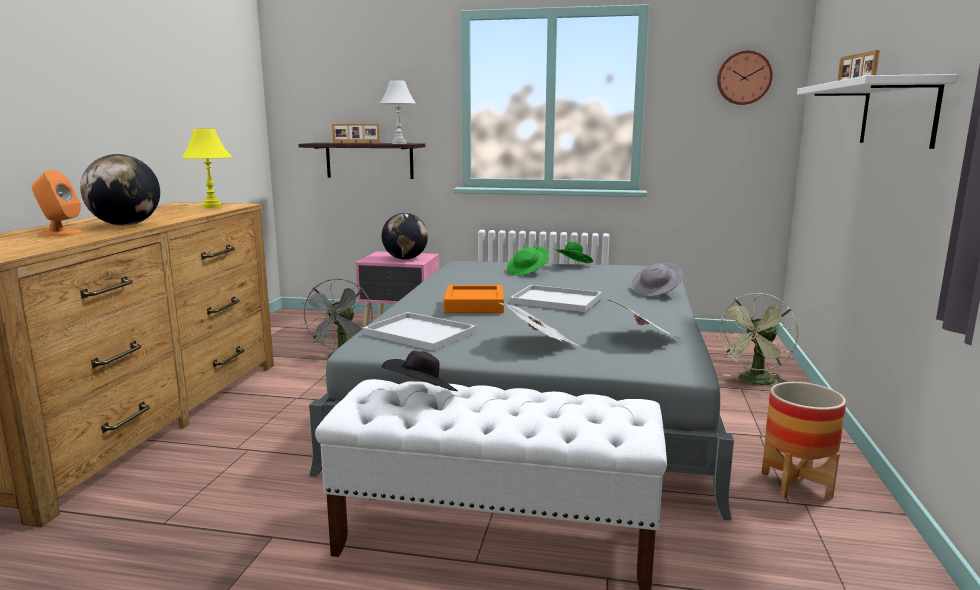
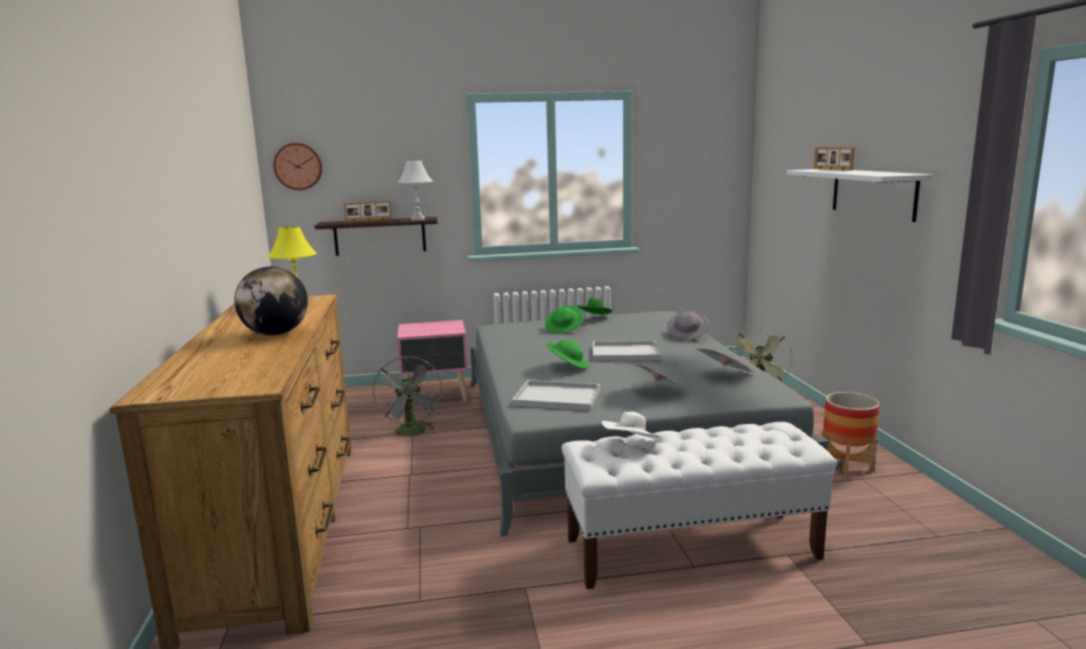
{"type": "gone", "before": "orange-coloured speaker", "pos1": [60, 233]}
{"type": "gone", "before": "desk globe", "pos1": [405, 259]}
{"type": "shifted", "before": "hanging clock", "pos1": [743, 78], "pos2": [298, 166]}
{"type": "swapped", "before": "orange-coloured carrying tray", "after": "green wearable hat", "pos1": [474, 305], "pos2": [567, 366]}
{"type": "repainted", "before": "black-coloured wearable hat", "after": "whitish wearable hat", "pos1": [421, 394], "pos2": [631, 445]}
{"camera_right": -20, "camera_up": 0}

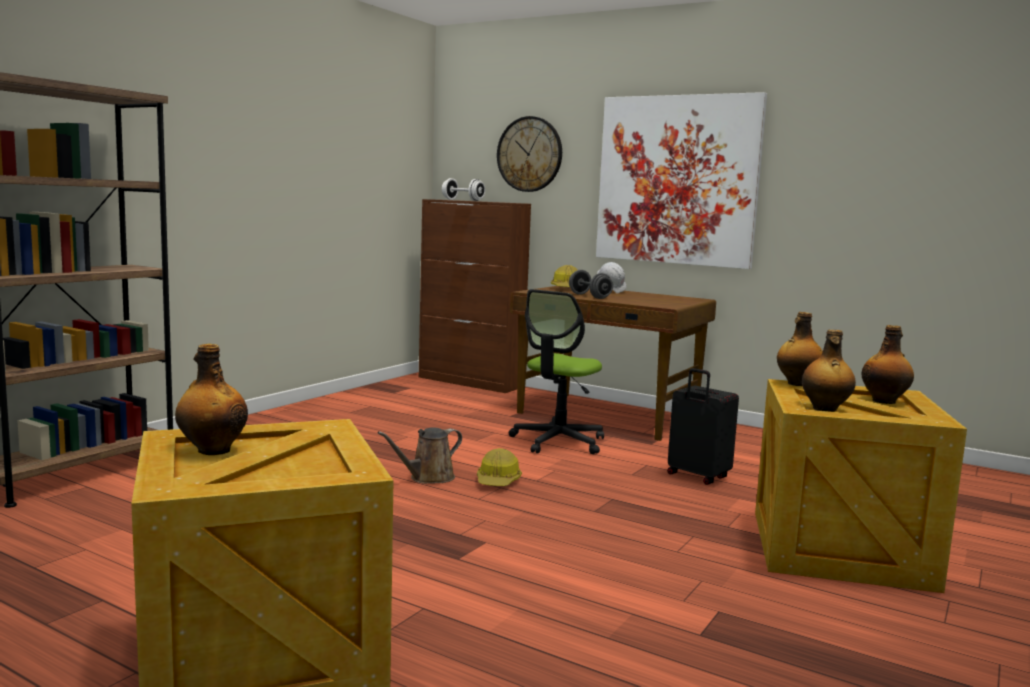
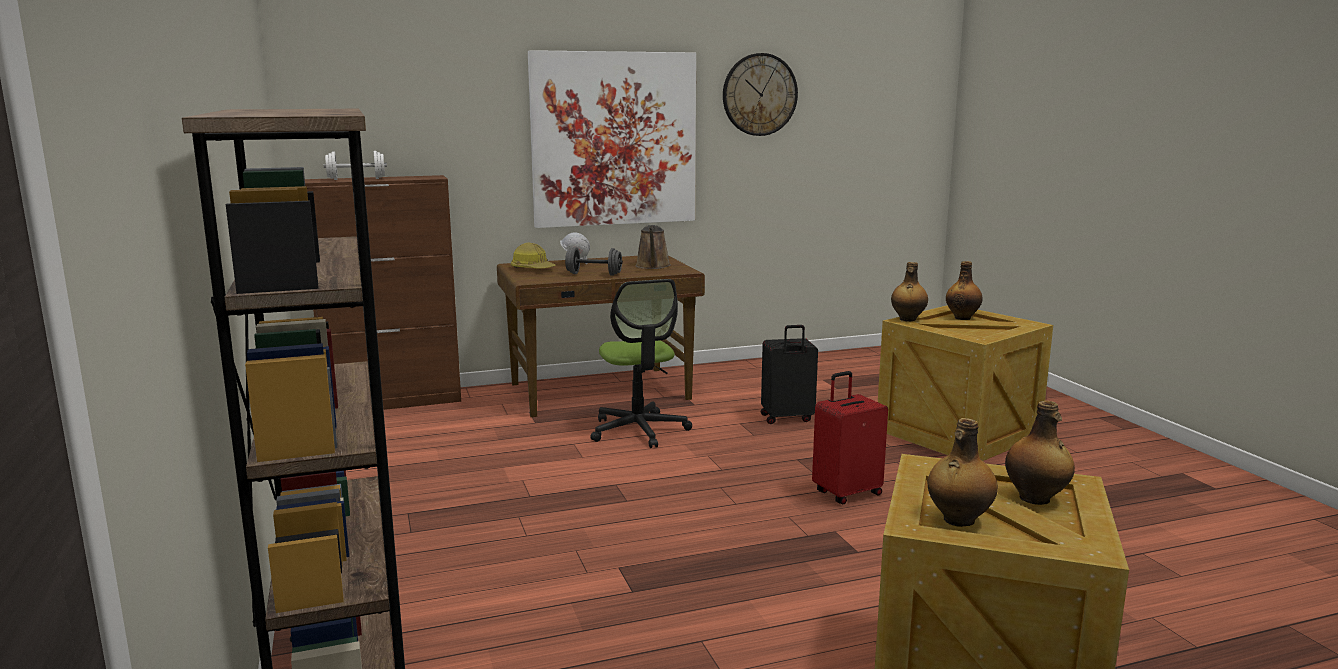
{"type": "gone", "before": "hard hat", "pos1": [498, 481]}
{"type": "new", "after": "reddish piece of luggage", "pos2": [846, 493]}
{"type": "shifted", "before": "brown sprinkling can", "pos1": [428, 478], "pos2": [653, 266]}
{"type": "shifted", "before": "hanging clock", "pos1": [529, 154], "pos2": [759, 94]}
{"type": "shifted", "before": "bottle", "pos1": [824, 409], "pos2": [1035, 499]}
{"camera_right": -50, "camera_up": 5}

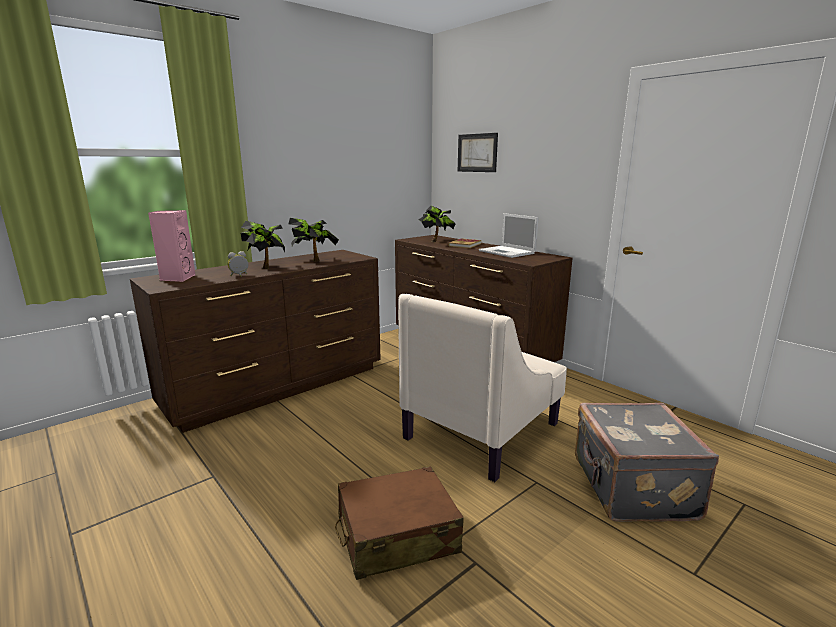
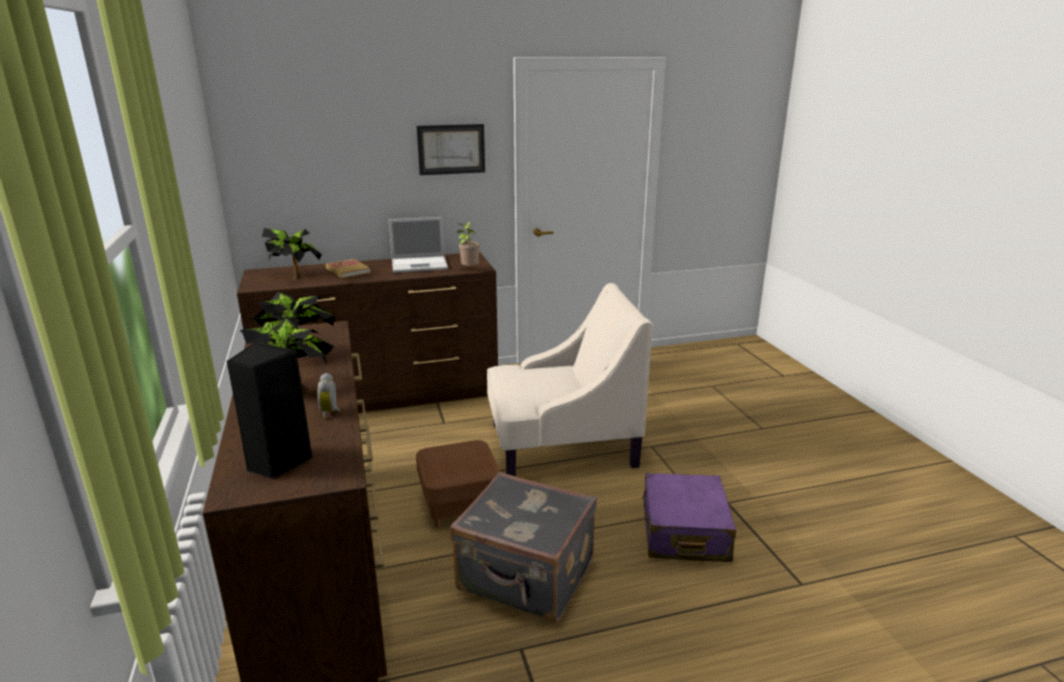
{"type": "new", "after": "brown footrest", "pos2": [459, 504]}
{"type": "new", "after": "potted plant", "pos2": [469, 270]}
{"type": "shifted", "before": "wall art", "pos1": [477, 153], "pos2": [451, 149]}
{"type": "shifted", "before": "grey piece of luggage", "pos1": [631, 488], "pos2": [526, 577]}
{"type": "repainted", "before": "pink speaker", "after": "black-coloured speaker", "pos1": [177, 278], "pos2": [277, 463]}
{"type": "repainted", "before": "brown piece of luggage", "after": "purple piece of luggage", "pos1": [396, 535], "pos2": [684, 532]}
{"type": "rotated", "before": "beige lounge chair", "pos1": [483, 430], "pos2": [560, 444], "turn": -75}
{"camera_right": -65, "camera_up": 5}

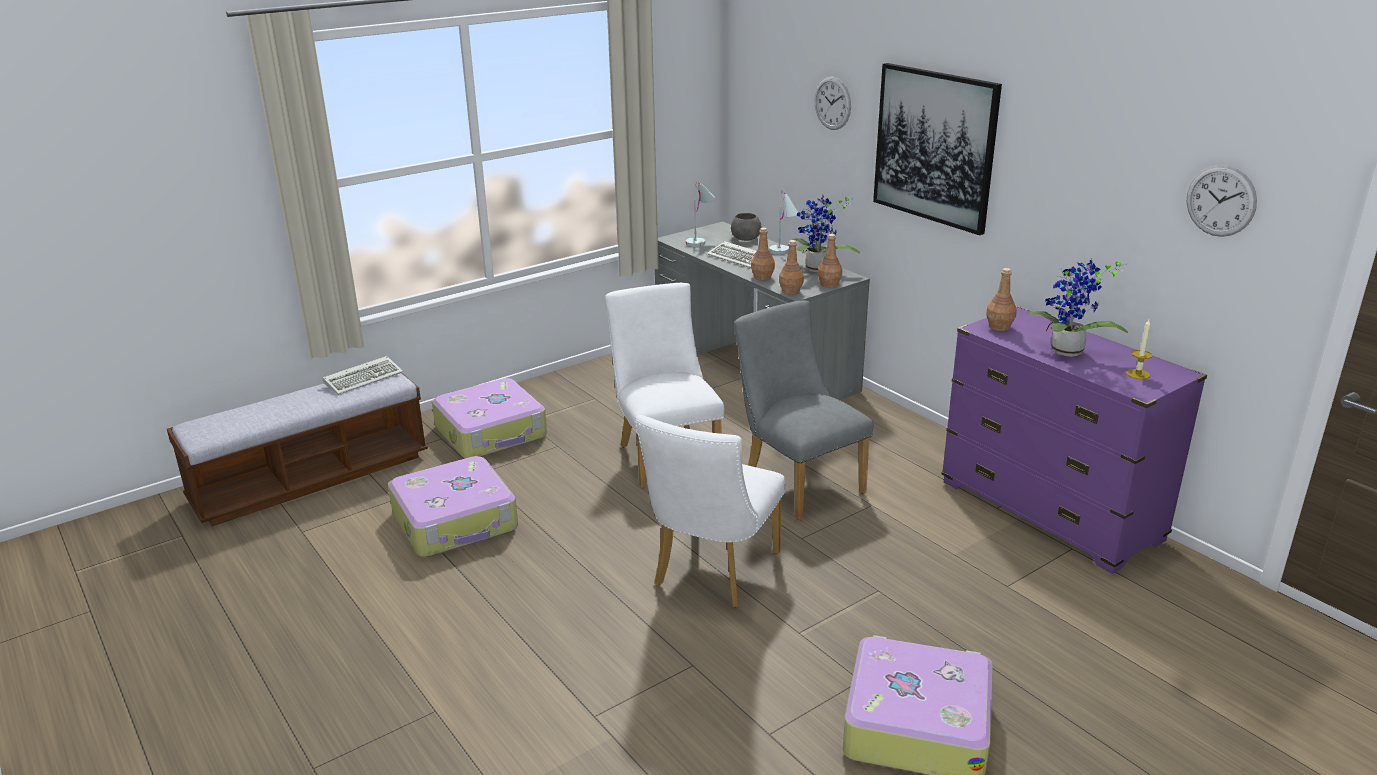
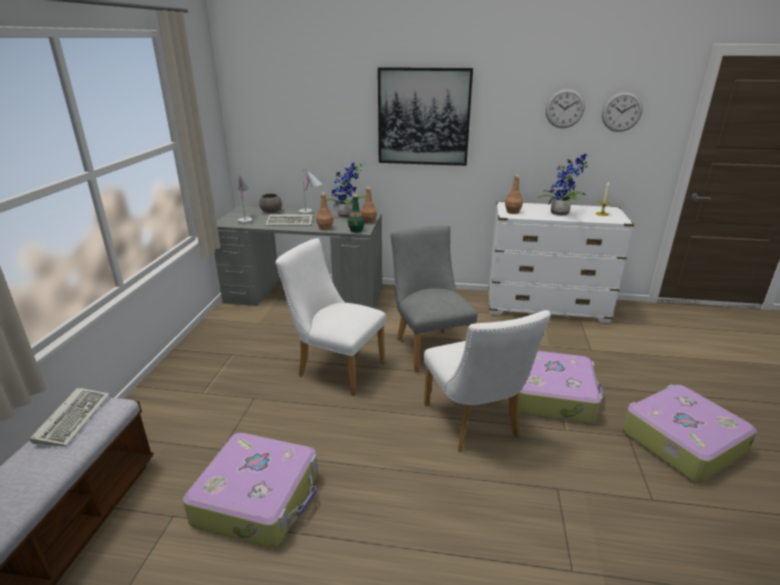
{"type": "shifted", "before": "piece of luggage", "pos1": [492, 432], "pos2": [553, 395]}
{"type": "shifted", "before": "hanging clock", "pos1": [832, 103], "pos2": [565, 108]}
{"type": "repainted", "before": "brown bottle", "after": "green bottle", "pos1": [791, 291], "pos2": [356, 230]}
{"type": "repainted", "before": "purple dresser", "after": "whitish dresser", "pos1": [1049, 511], "pos2": [546, 307]}
{"type": "rotated", "before": "grey chair", "pos1": [797, 482], "pos2": [429, 347], "turn": 60}
{"camera_right": -45, "camera_up": 0}

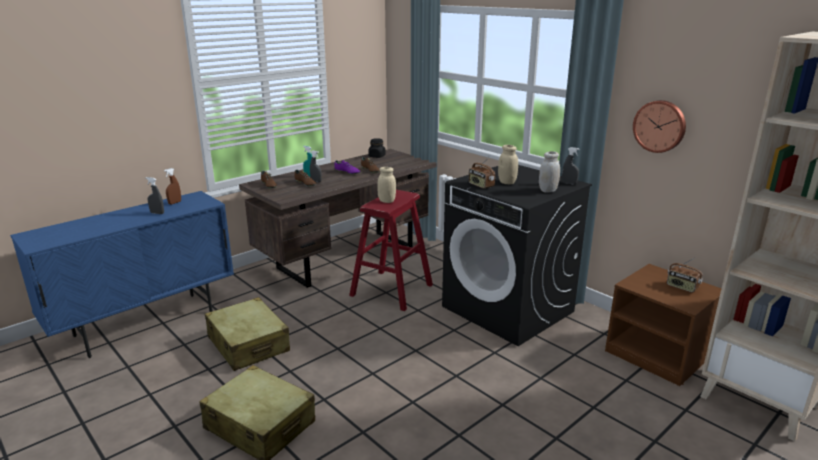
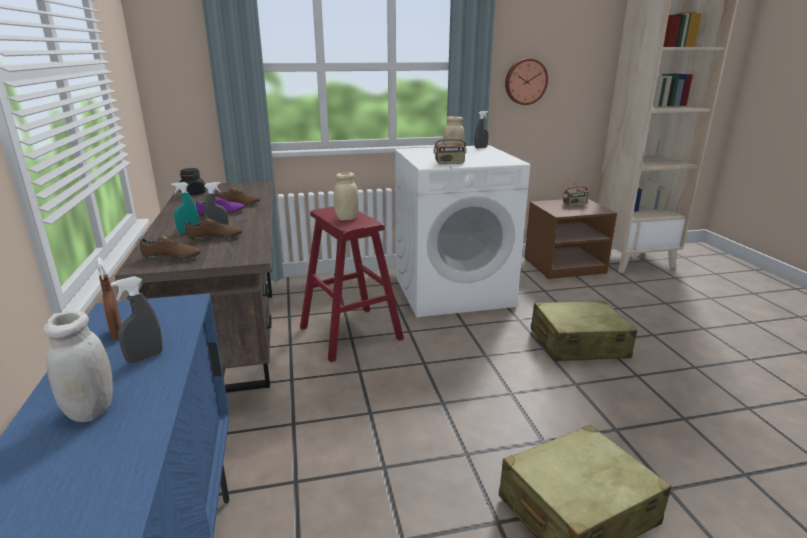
{"type": "shifted", "before": "beige piece of luggage", "pos1": [248, 344], "pos2": [577, 344]}
{"type": "shifted", "before": "whitish storage jar", "pos1": [548, 190], "pos2": [91, 410]}
{"type": "repainted", "before": "black-coloured washing machine", "after": "whitish washing machine", "pos1": [508, 309], "pos2": [453, 291]}
{"camera_right": -60, "camera_up": 0}

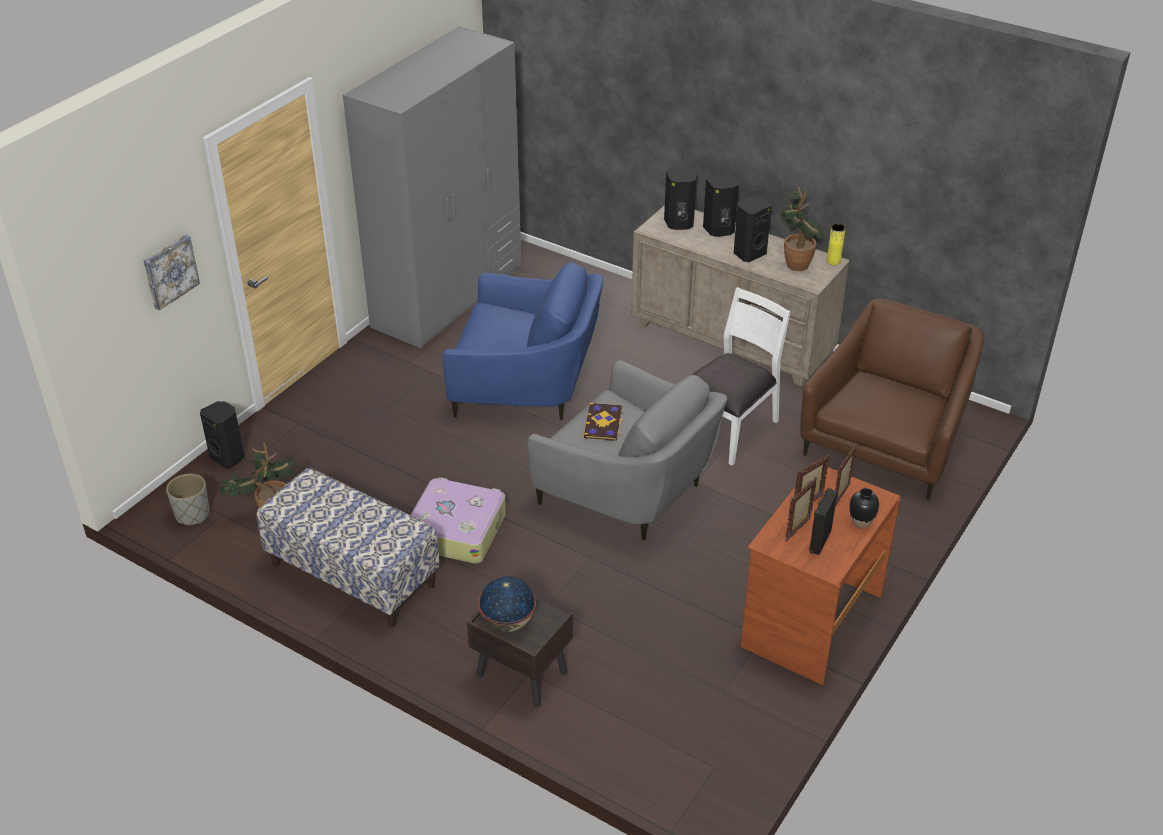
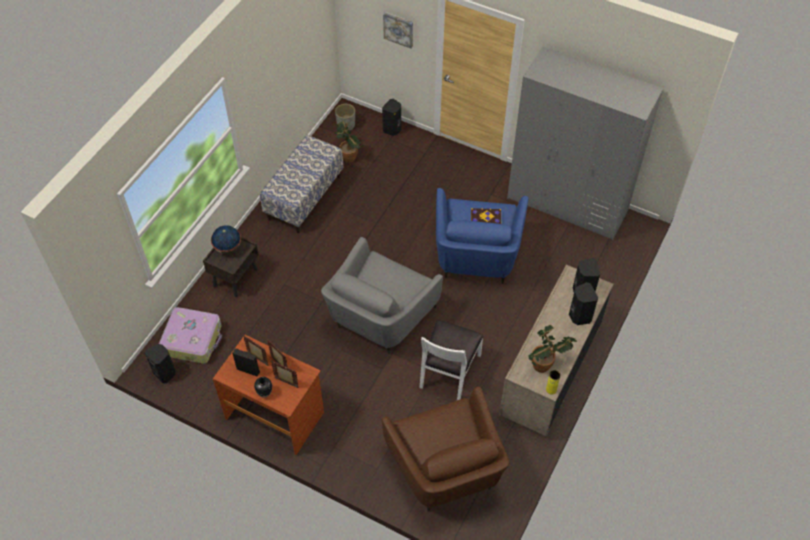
{"type": "shifted", "before": "piece of luggage", "pos1": [456, 530], "pos2": [193, 339]}
{"type": "shifted", "before": "volume", "pos1": [603, 423], "pos2": [486, 218]}
{"type": "shifted", "before": "black-coloured speaker", "pos1": [748, 253], "pos2": [165, 373]}
{"type": "rotated", "before": "whitish chair", "pos1": [729, 428], "pos2": [449, 371], "turn": 75}
{"type": "rotated", "before": "brown lounge chair", "pos1": [887, 442], "pos2": [446, 469], "turn": 45}
{"camera_right": 85, "camera_up": 15}

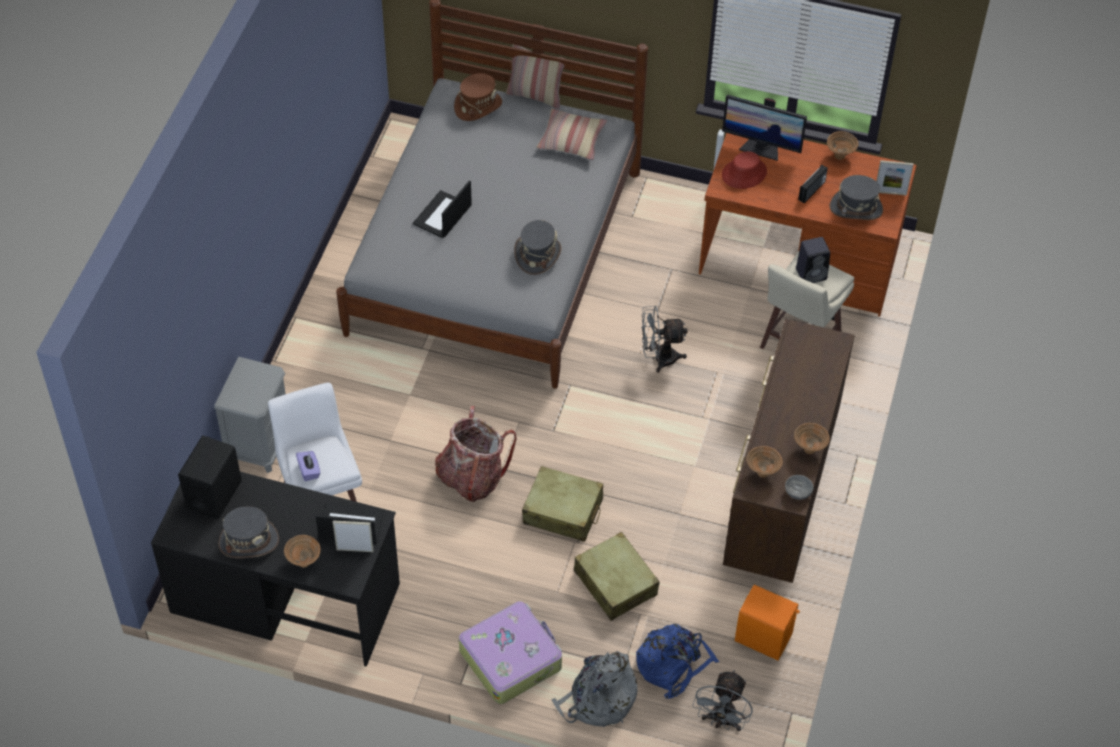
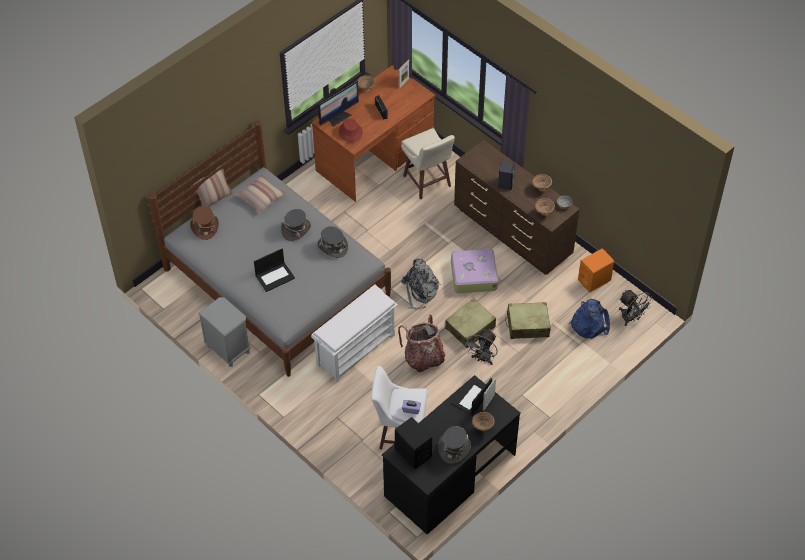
{"type": "new", "after": "whitish long seat", "pos2": [356, 349]}
{"type": "shifted", "before": "grey night table", "pos1": [260, 444], "pos2": [228, 349]}
{"type": "shifted", "before": "piece of luggage", "pos1": [511, 658], "pos2": [473, 275]}
{"type": "shifted", "before": "grey rucksack", "pos1": [598, 700], "pos2": [420, 291]}
{"type": "shifted", "before": "grey fan", "pos1": [659, 358], "pos2": [482, 359]}
{"type": "shifted", "before": "black-coloured speaker", "pos1": [812, 273], "pos2": [505, 183]}
{"type": "shifted", "before": "grey wearable hat", "pos1": [856, 208], "pos2": [296, 229]}
{"type": "rotated", "before": "notebook computer", "pos1": [442, 215], "pos2": [275, 276], "turn": -90}
{"camera_right": -60, "camera_up": 0}

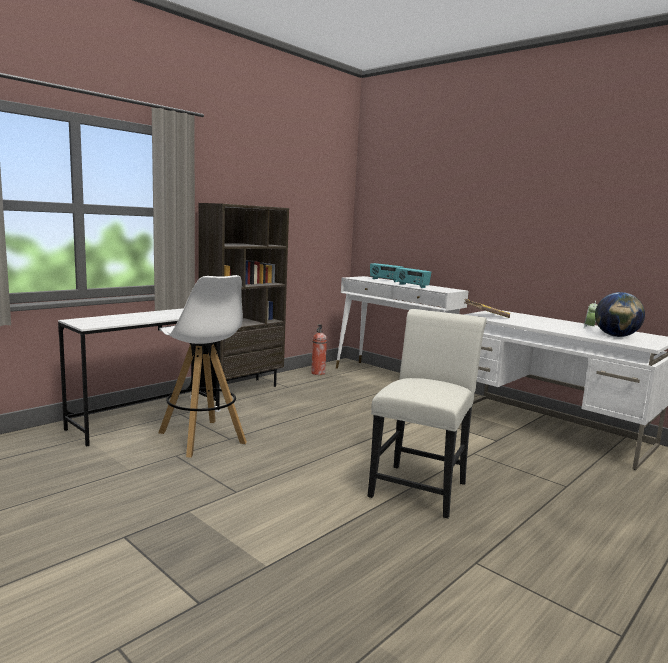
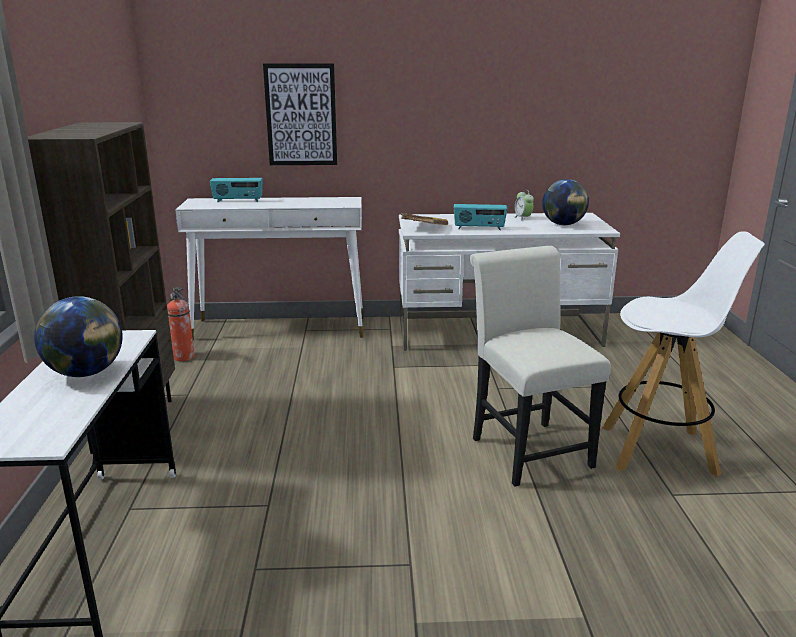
{"type": "new", "after": "desk globe", "pos2": [86, 373]}
{"type": "new", "after": "wall art", "pos2": [301, 115]}
{"type": "shifted", "before": "whitish stool", "pos1": [202, 438], "pos2": [660, 450]}
{"type": "shifted", "before": "radio", "pos1": [412, 286], "pos2": [479, 228]}
{"camera_right": -45, "camera_up": 10}

